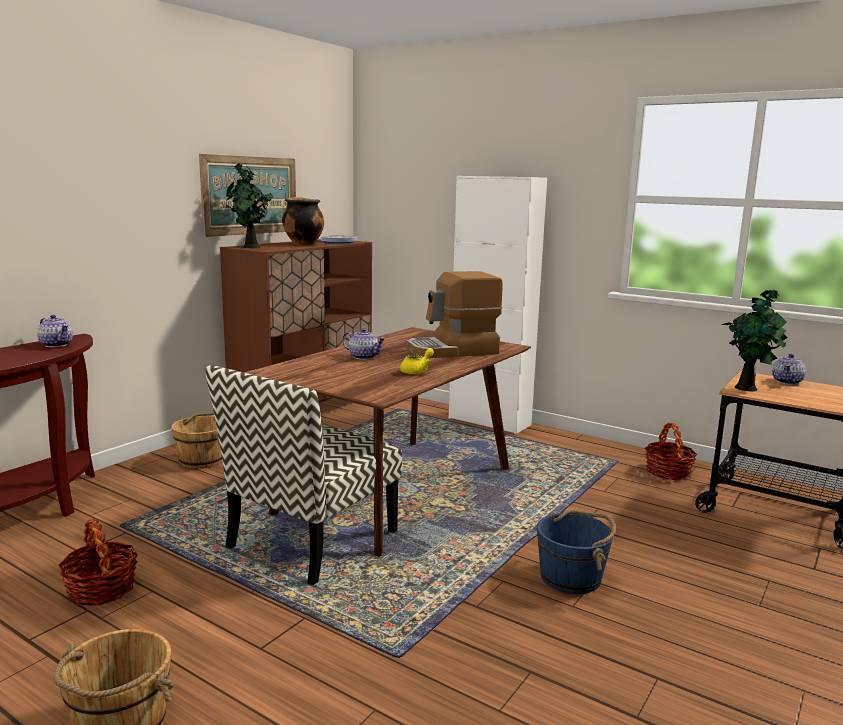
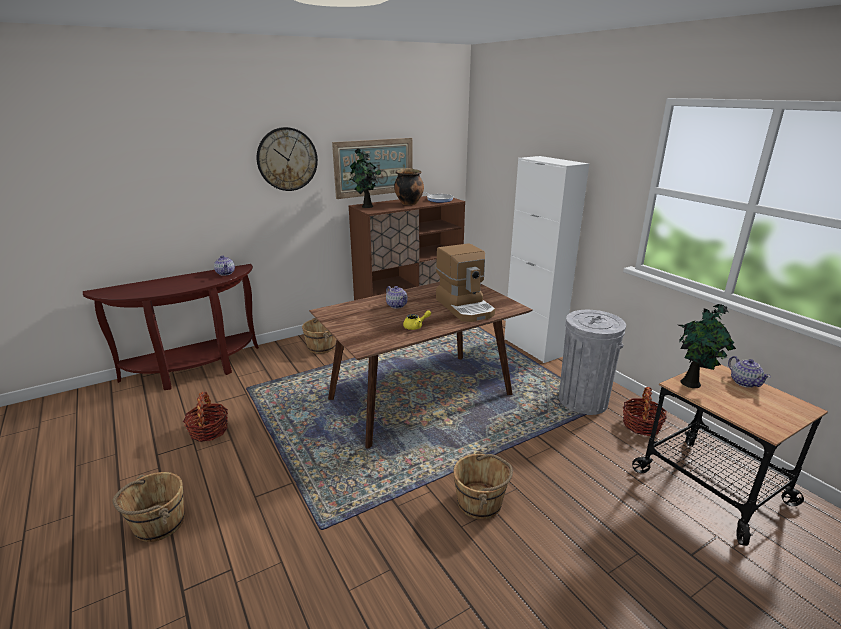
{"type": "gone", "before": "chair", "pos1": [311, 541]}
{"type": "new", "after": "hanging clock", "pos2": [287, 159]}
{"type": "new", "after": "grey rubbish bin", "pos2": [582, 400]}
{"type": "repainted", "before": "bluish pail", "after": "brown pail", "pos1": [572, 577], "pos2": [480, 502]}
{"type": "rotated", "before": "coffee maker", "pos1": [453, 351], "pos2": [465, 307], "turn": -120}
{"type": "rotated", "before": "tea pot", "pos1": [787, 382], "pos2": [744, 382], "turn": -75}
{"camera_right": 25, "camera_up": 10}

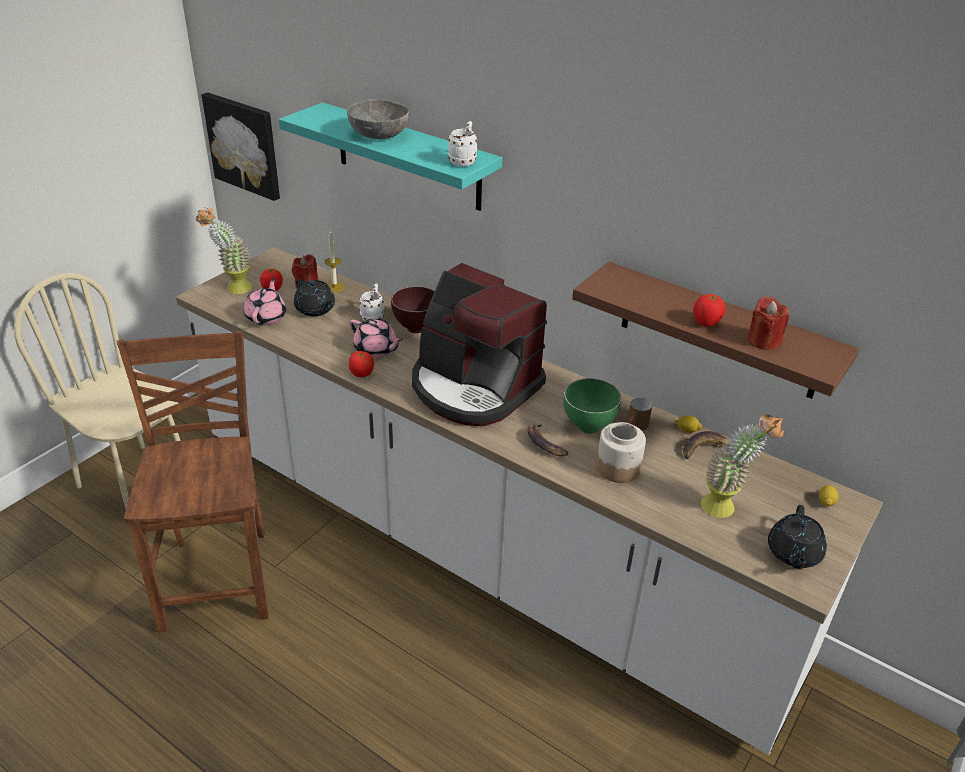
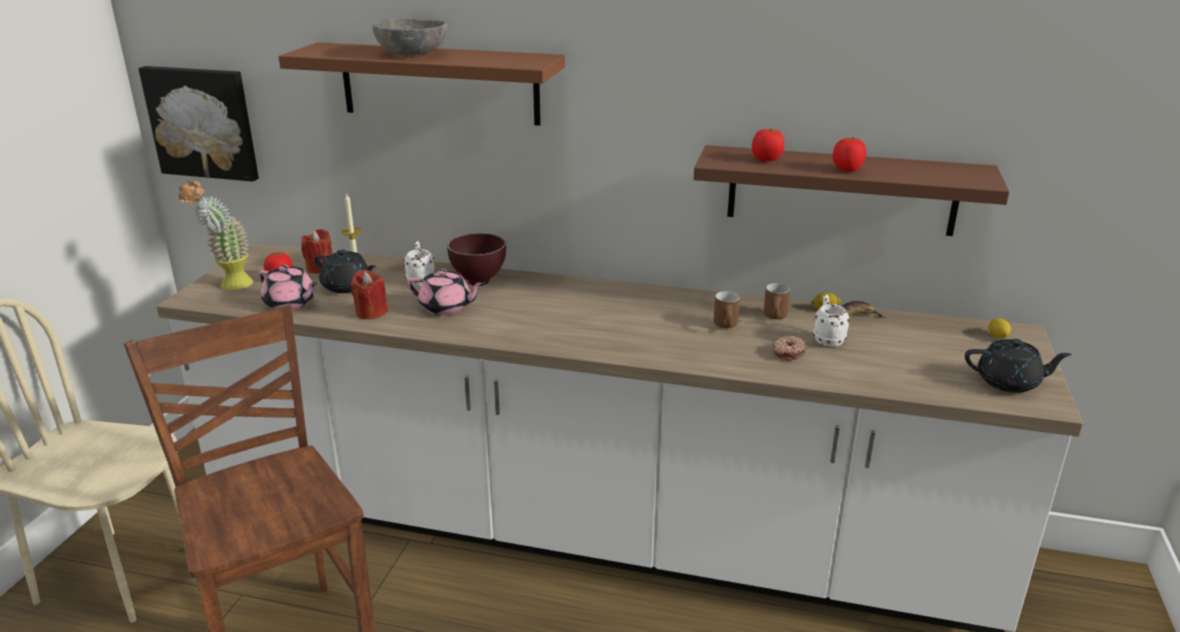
{"type": "gone", "before": "coffee maker", "pos1": [474, 387]}
{"type": "gone", "before": "whole banana", "pos1": [544, 443]}
{"type": "gone", "before": "potted plant", "pos1": [727, 507]}
{"type": "shifted", "before": "fresh tomato", "pos1": [361, 374], "pos2": [766, 160]}
{"type": "shifted", "before": "whitish coffee mug", "pos1": [464, 161], "pos2": [827, 339]}
{"type": "shifted", "before": "reddish wax candle", "pos1": [763, 341], "pos2": [371, 312]}
{"type": "swapped", "before": "green deep dish", "after": "brown coffee mug", "pos1": [587, 427], "pos2": [727, 326]}
{"type": "swapped", "before": "storage jar", "after": "doughnut", "pos1": [618, 468], "pos2": [787, 353]}
{"type": "repainted", "before": "turquoise-coloured shelf", "after": "brown shelf", "pos1": [408, 157], "pos2": [439, 83]}
{"type": "rotated", "before": "pink tea pot", "pos1": [266, 317], "pos2": [290, 303], "turn": 135}
{"type": "rotated", "before": "black-coloured tea pot", "pos1": [793, 553], "pos2": [1009, 382], "turn": -75}
{"camera_right": -20, "camera_up": -10}

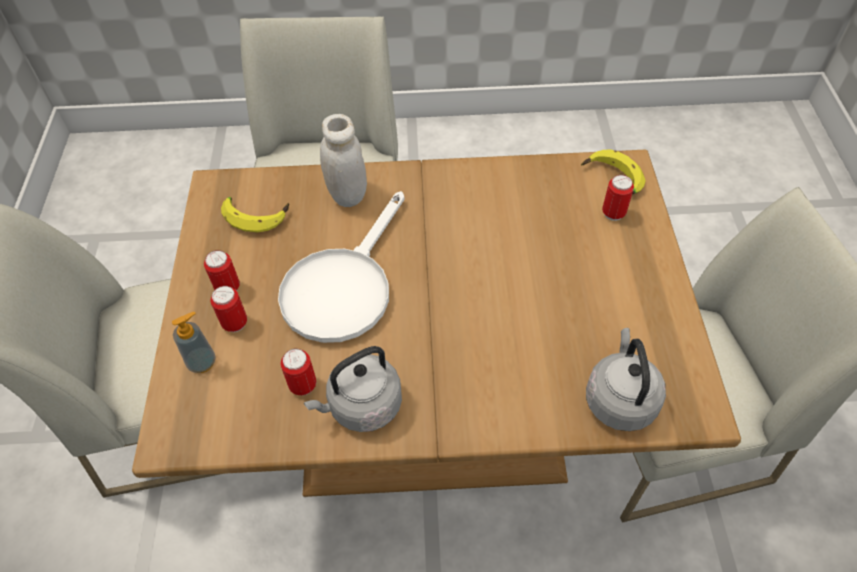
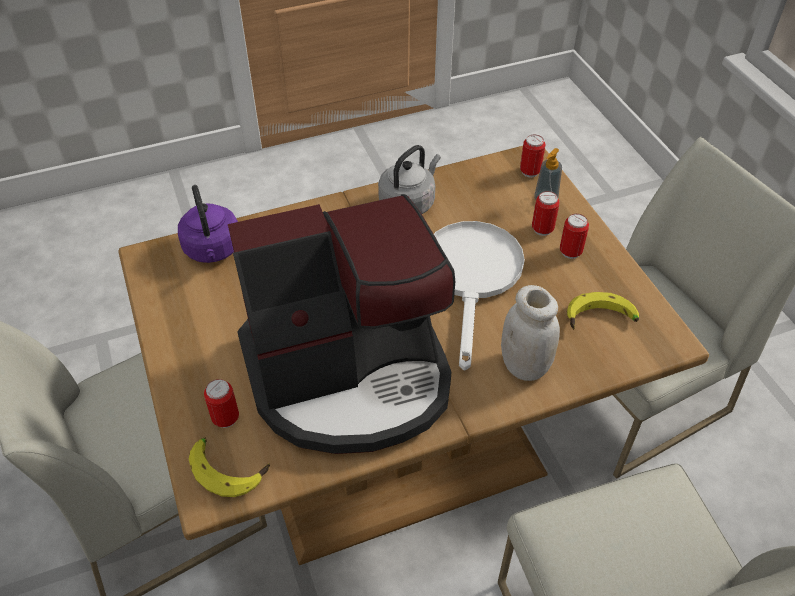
{"type": "new", "after": "coffee maker", "pos2": [350, 375]}
{"type": "shifted", "before": "sealed can", "pos1": [303, 385], "pos2": [530, 172]}
{"type": "repainted", "before": "grey tea kettle", "after": "purple tea kettle", "pos1": [619, 399], "pos2": [213, 250]}
{"camera_right": 160, "camera_up": -5}

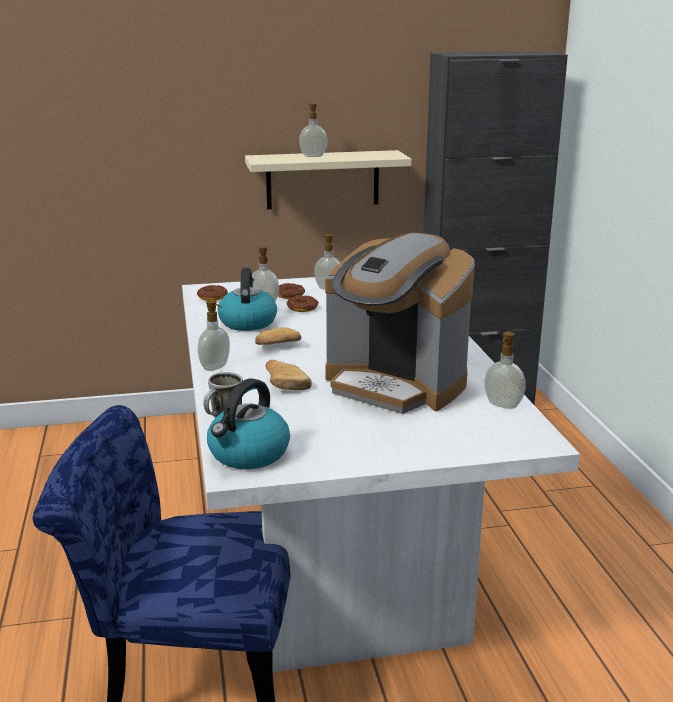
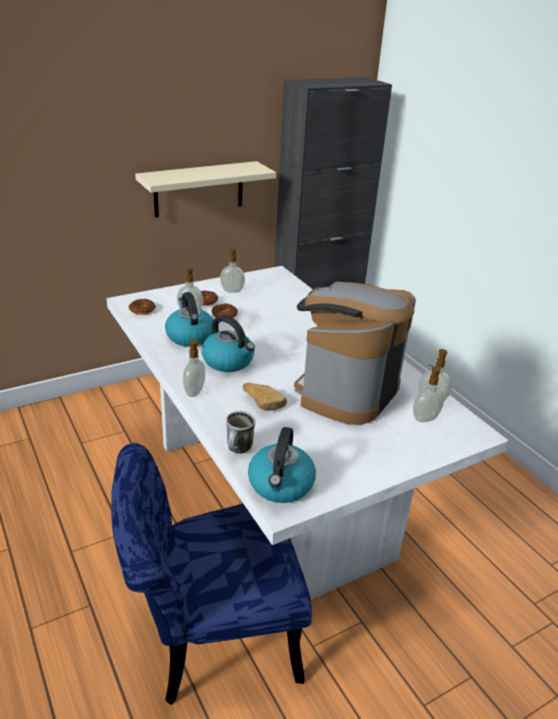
{"type": "shifted", "before": "soap dispenser", "pos1": [313, 156], "pos2": [424, 418]}
{"type": "swapped", "before": "baked bread", "after": "tea kettle", "pos1": [275, 346], "pos2": [229, 361]}
{"type": "rotated", "before": "coffee maker", "pos1": [395, 385], "pos2": [345, 391], "turn": 105}
{"camera_right": -20, "camera_up": 10}

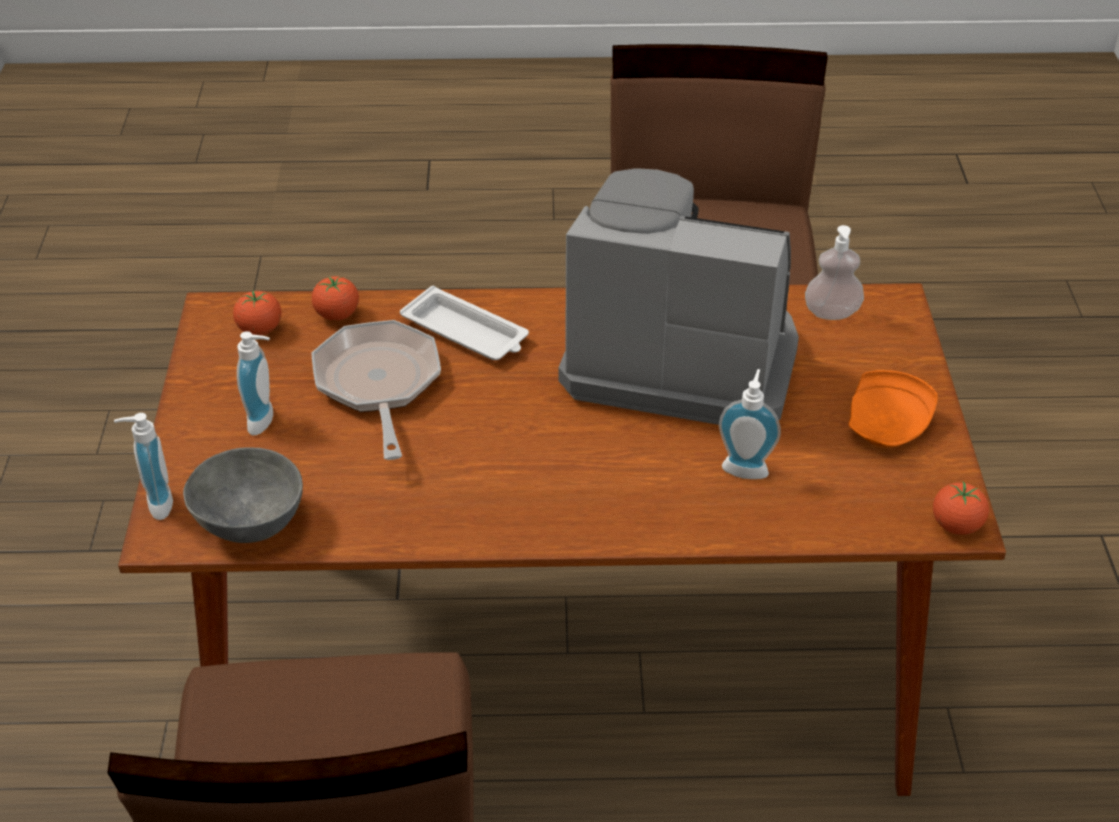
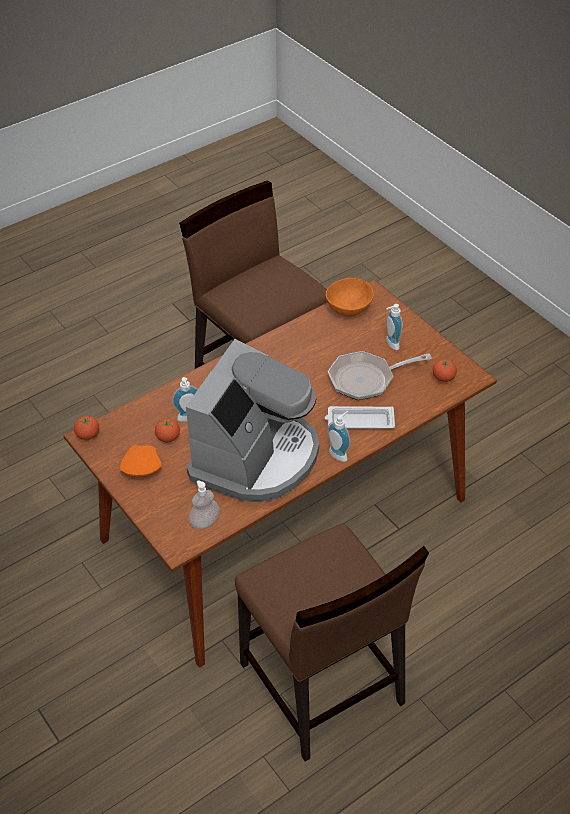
{"type": "shifted", "before": "soap dispenser", "pos1": [154, 504], "pos2": [339, 453]}
{"type": "shifted", "before": "fresh tomato", "pos1": [337, 315], "pos2": [168, 438]}
{"type": "repainted", "before": "grey deep dish", "after": "orange-coloured deep dish", "pos1": [248, 522], "pos2": [350, 309]}
{"type": "rotated", "before": "pan", "pos1": [378, 386], "pos2": [366, 379], "turn": 120}
{"type": "rotated", "before": "coffee maker", "pos1": [680, 358], "pos2": [256, 457], "turn": -45}
{"camera_right": 145, "camera_up": 5}

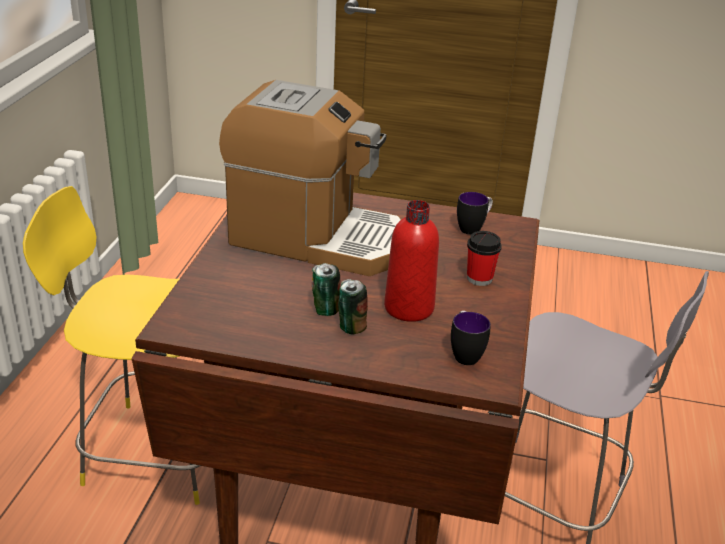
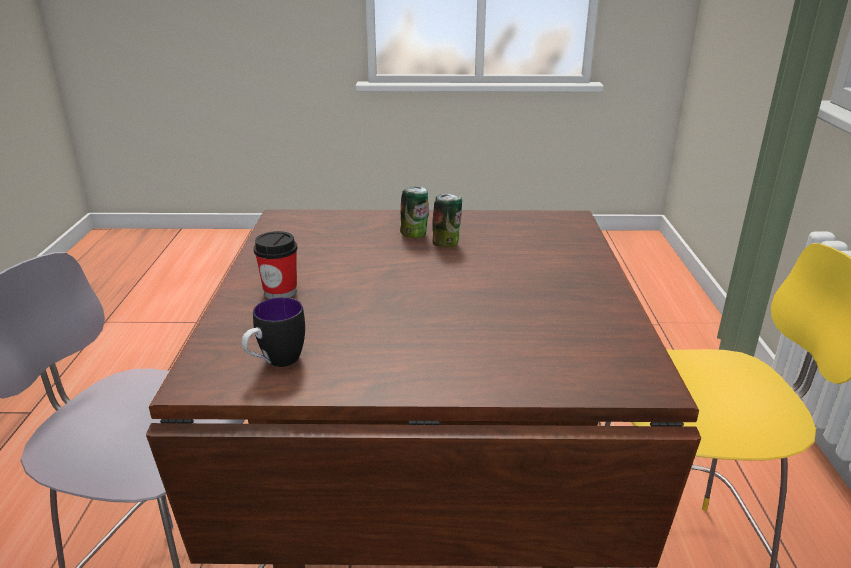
{"type": "gone", "before": "coffee maker", "pos1": [316, 238]}
{"type": "gone", "before": "reddish bottle", "pos1": [409, 308]}
{"type": "gone", "before": "coffee mug", "pos1": [464, 353]}
{"camera_right": 170, "camera_up": -5}

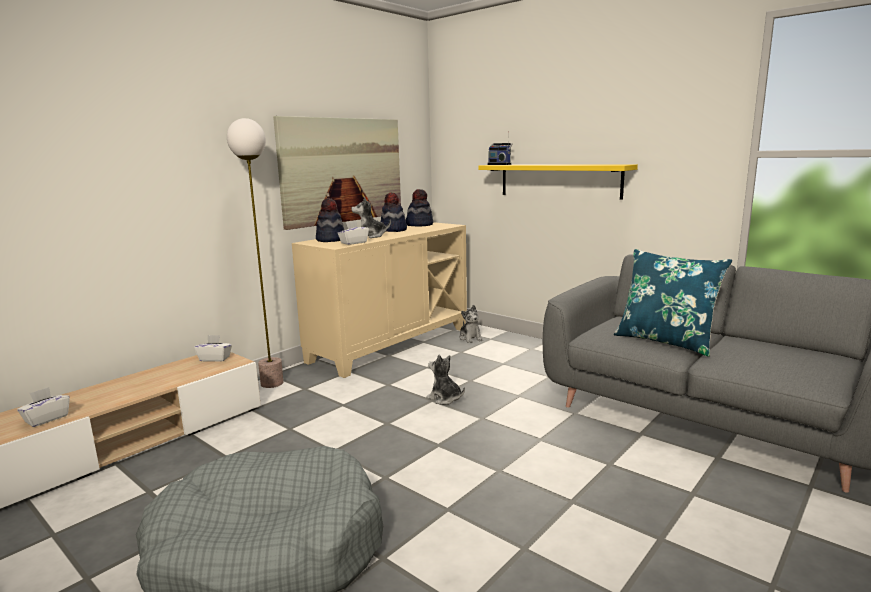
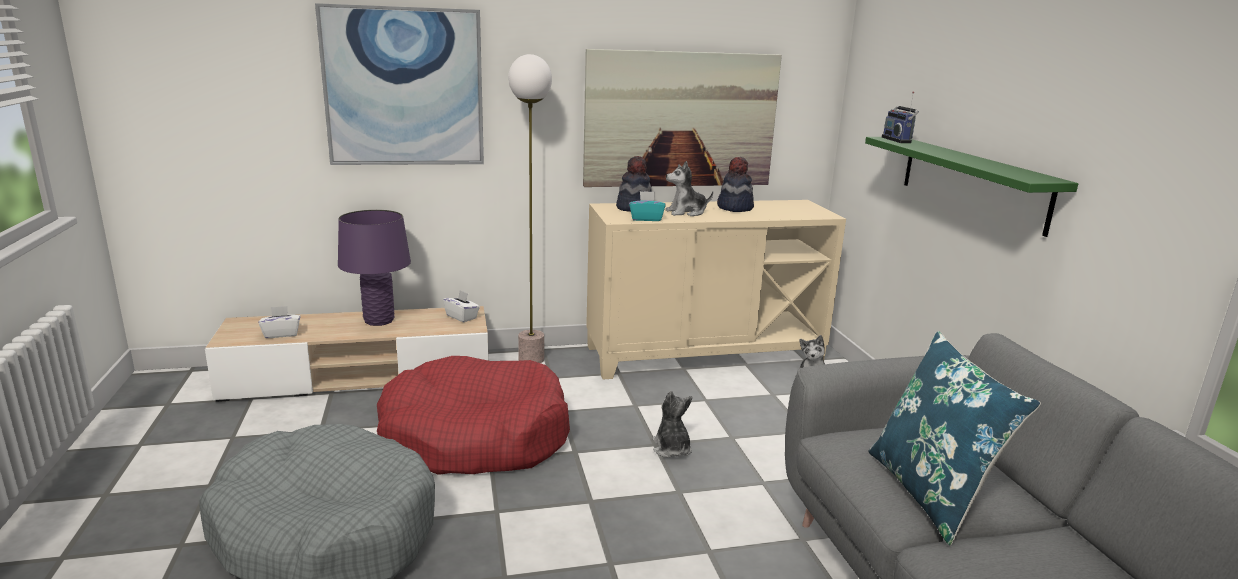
{"type": "gone", "before": "wearable hat", "pos1": [419, 225]}
{"type": "new", "after": "wall art", "pos2": [404, 87]}
{"type": "new", "after": "purple tabletop lamp", "pos2": [379, 321]}
{"type": "new", "after": "reddish pet bed", "pos2": [475, 436]}
{"type": "repainted", "before": "whitish box of tissues", "after": "turquoise-coloured box of tissues", "pos1": [353, 243], "pos2": [646, 219]}
{"type": "repainted", "before": "yellow shelf", "after": "green shelf", "pos1": [559, 180], "pos2": [972, 182]}
{"type": "rotated", "before": "soft toy", "pos1": [370, 236], "pos2": [686, 212], "turn": -45}
{"camera_right": 35, "camera_up": 5}

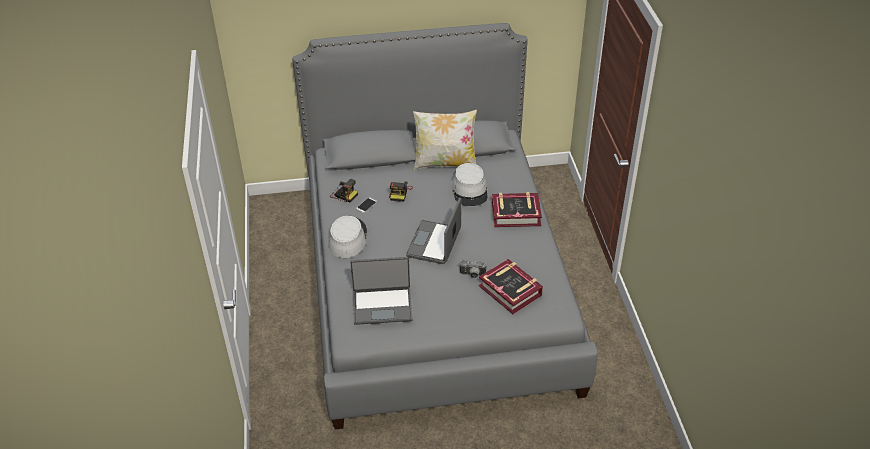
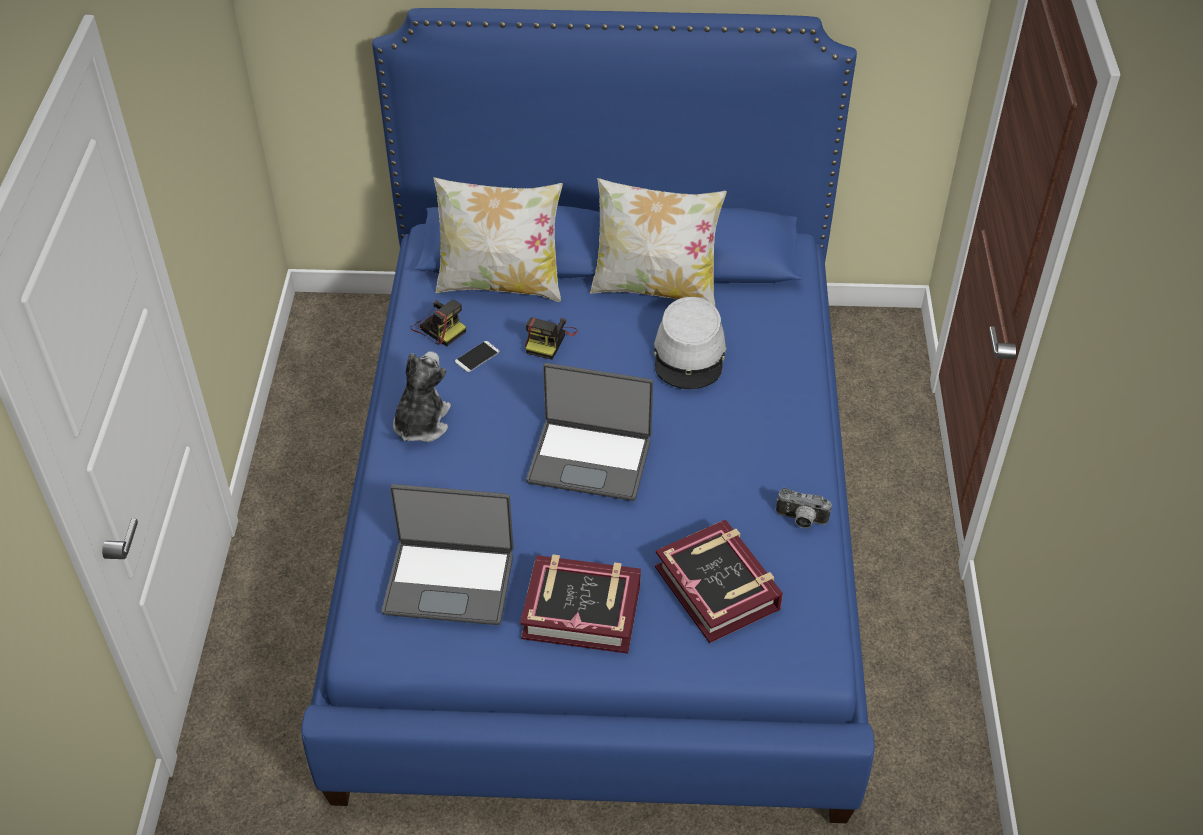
{"type": "new", "after": "throw pillow", "pos2": [500, 284]}
{"type": "shifted", "before": "photo camera", "pos1": [472, 275], "pos2": [800, 520]}
{"type": "shifted", "before": "volume", "pos1": [515, 214], "pos2": [581, 610]}
{"type": "swapped", "before": "grey wearable hat", "after": "soft toy", "pos1": [347, 238], "pos2": [421, 423]}
{"type": "repainted", "before": "grey bed", "after": "bluish bed", "pos1": [435, 284], "pos2": [600, 526]}
{"type": "rotated", "before": "notebook computer", "pos1": [435, 243], "pos2": [590, 459], "turn": -105}
{"camera_right": 10, "camera_up": 5}

